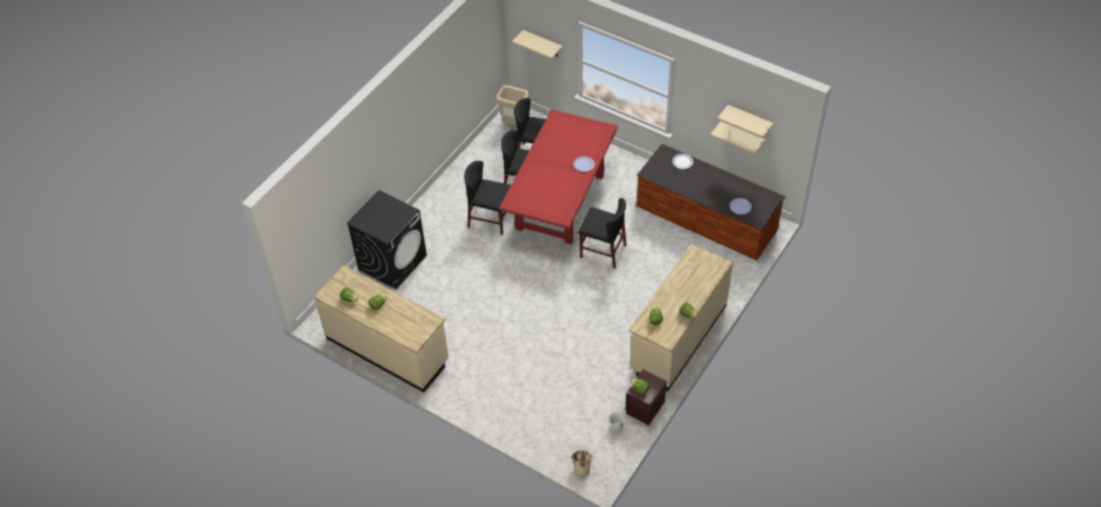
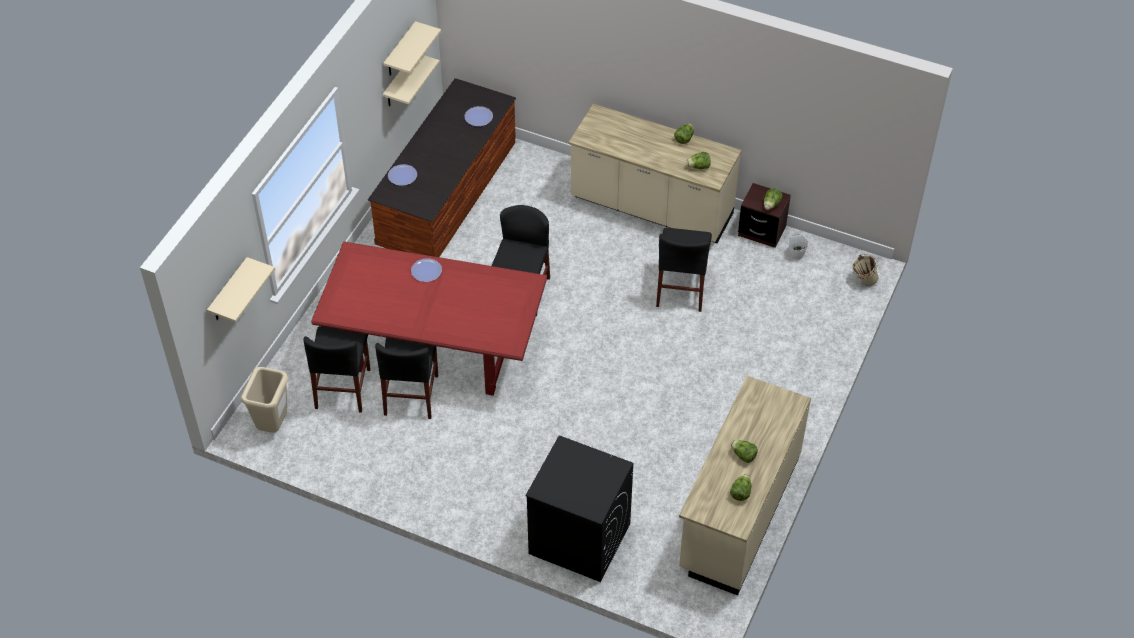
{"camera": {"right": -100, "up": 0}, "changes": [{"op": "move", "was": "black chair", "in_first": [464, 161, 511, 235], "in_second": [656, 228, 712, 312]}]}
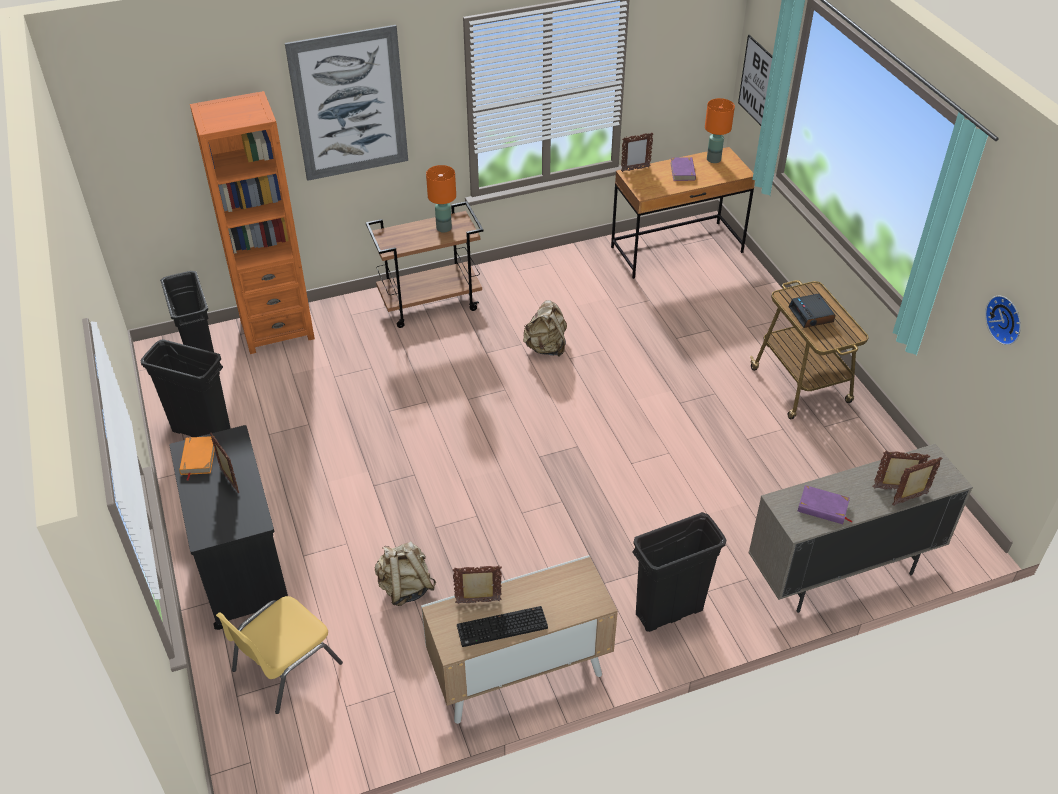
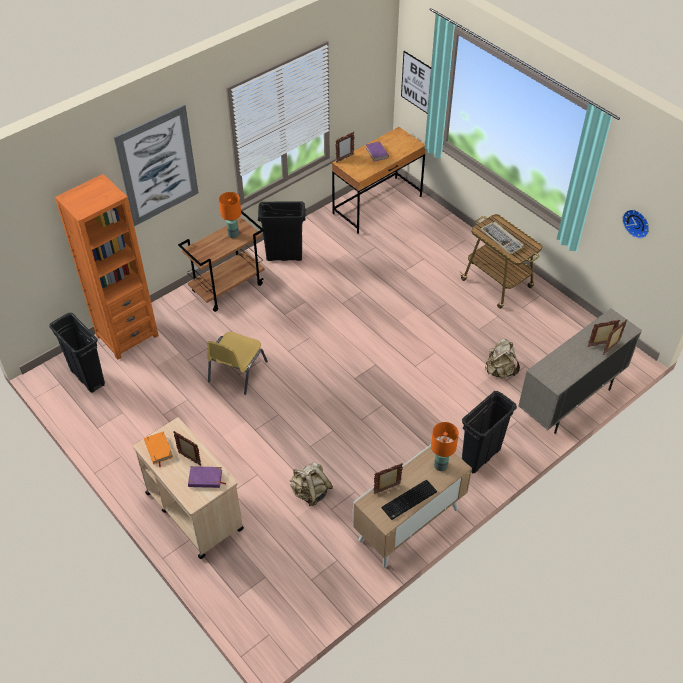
{"camera": {"right": -20, "up": 5}, "changes": [{"op": "move", "was": "black trash can", "in_first": [140, 339, 231, 437], "in_second": [258, 202, 306, 261]}, {"op": "recolor", "was": "black cart", "now": "beige cart", "in_first": [170, 425, 288, 630], "in_second": [133, 417, 244, 559]}, {"op": "move", "was": "yellow chair", "in_first": [216, 596, 343, 714], "in_second": [207, 332, 268, 395]}, {"op": "move", "was": "beige backpack", "in_first": [523, 300, 567, 356], "in_second": [485, 338, 520, 378]}, {"op": "move", "was": "orange table lamp", "in_first": [705, 98, 735, 163], "in_second": [431, 422, 459, 471]}, {"op": "replace", "was": "alarm clock", "now": "keyboard", "in_first": [789, 294, 836, 328], "in_second": [480, 221, 524, 255]}, {"op": "move", "was": "purple book", "in_first": [798, 485, 852, 524], "in_second": [188, 466, 226, 488]}]}
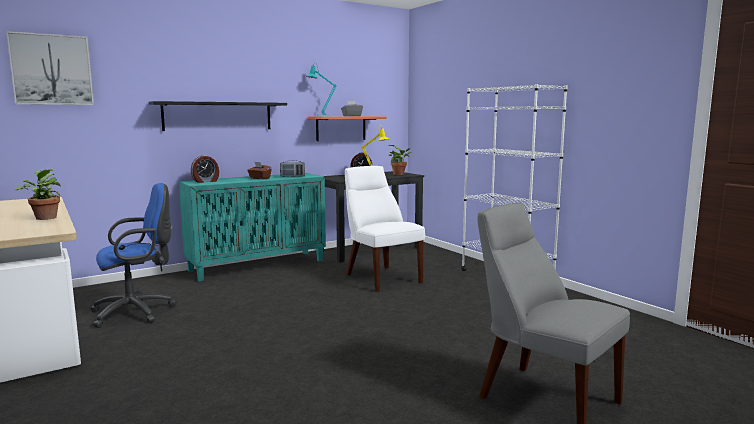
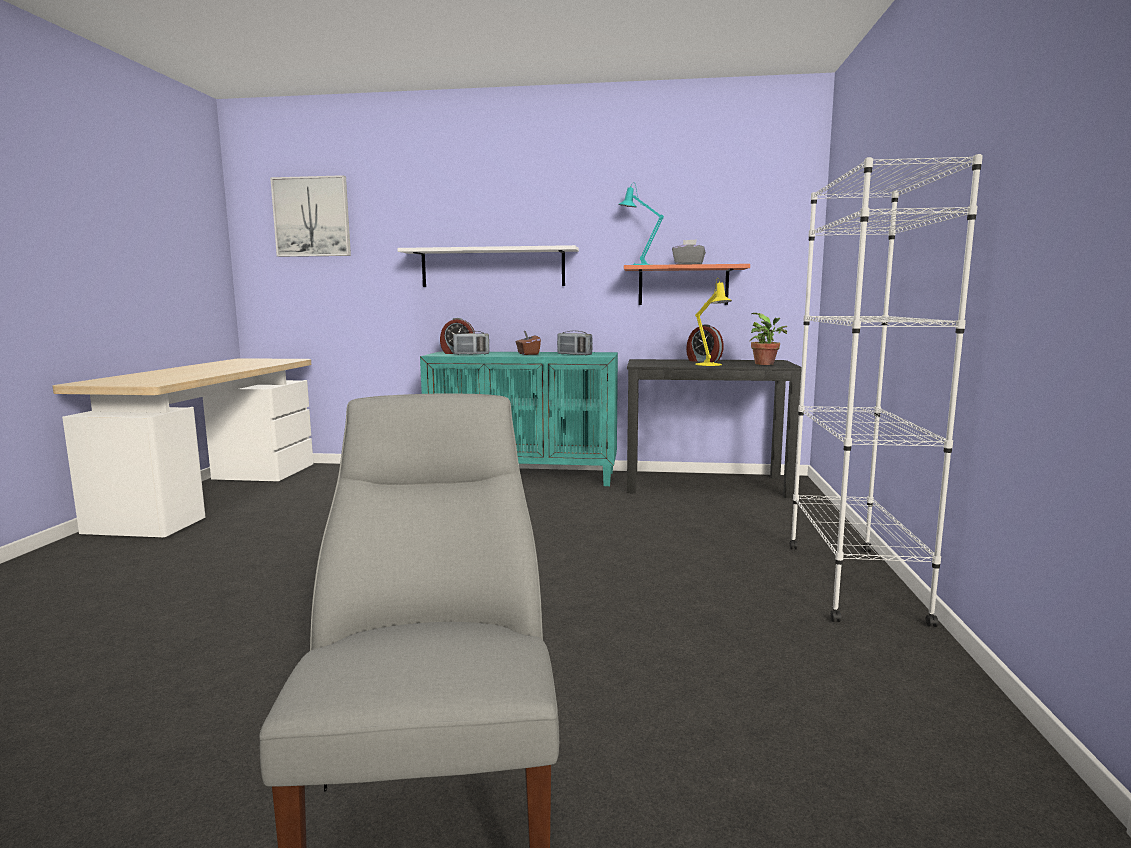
{"camera": {"right": 40, "up": 0}, "changes": [{"op": "delete", "was": "potted plant", "in_first": [15, 168, 61, 220]}, {"op": "delete", "was": "blue office chair", "in_first": [90, 183, 176, 328]}, {"op": "recolor", "was": "black shelf", "now": "white shelf", "in_first": [149, 101, 287, 131], "in_second": [397, 245, 579, 287]}, {"op": "delete", "was": "white chair", "in_first": [345, 166, 425, 292]}, {"op": "insert", "now": "radio", "in_second": [453, 331, 489, 355]}]}
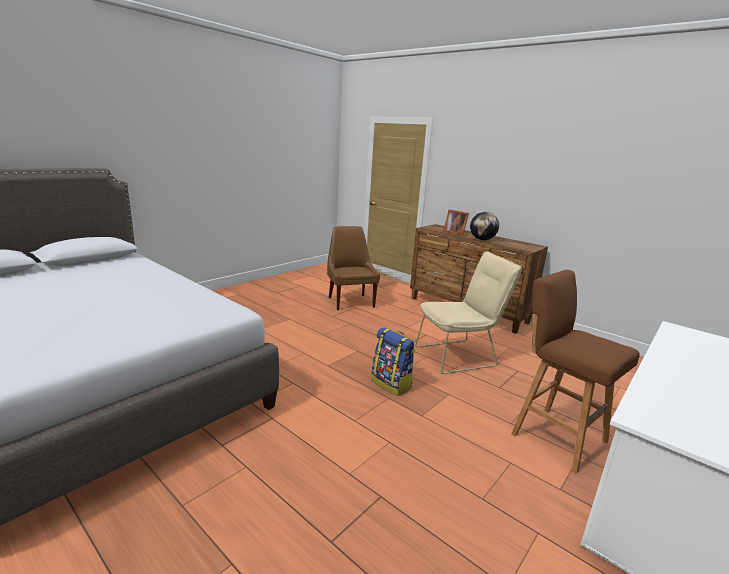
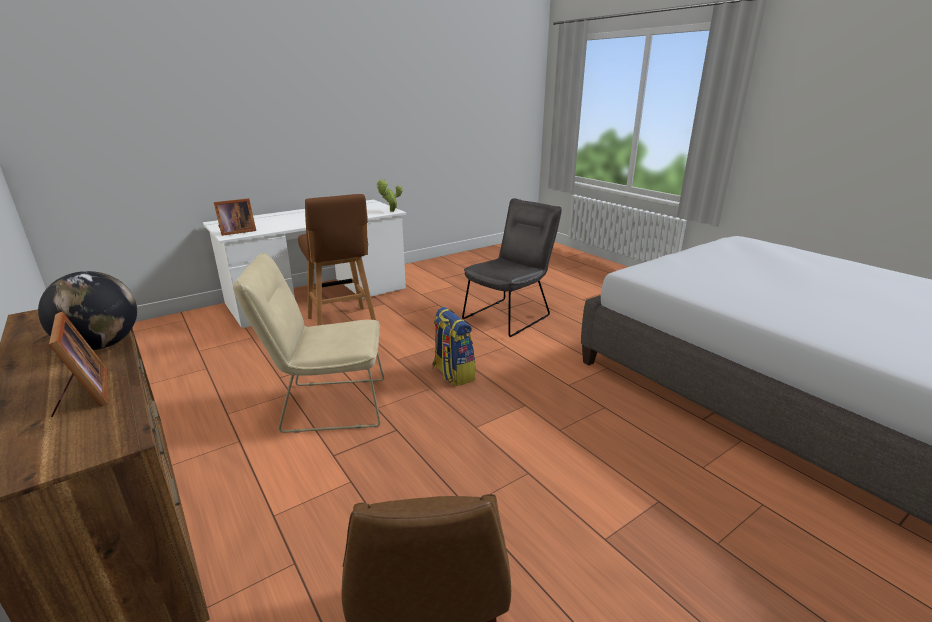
{"camera": {"right": -165, "up": 5}, "changes": [{"op": "insert", "now": "picture frame", "in_second": [214, 198, 256, 236]}, {"op": "insert", "now": "potted plant", "in_second": [377, 179, 403, 212]}, {"op": "insert", "now": "grey chair", "in_second": [462, 198, 562, 337]}]}
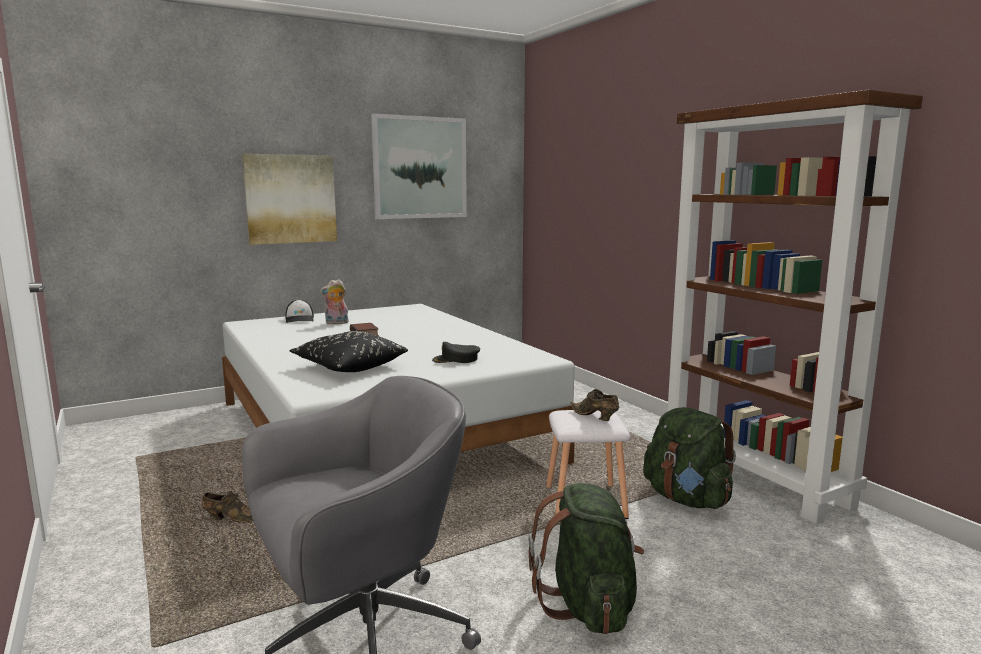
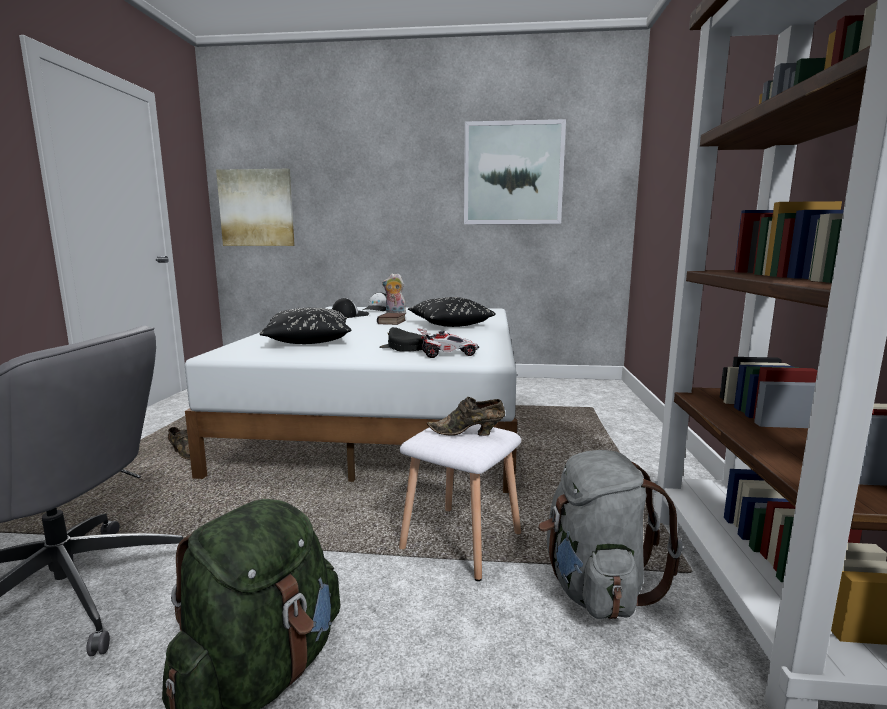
{"camera": {"right": 35, "up": 0}, "changes": [{"op": "move", "was": "picture", "in_first": [242, 154, 337, 245], "in_second": [216, 169, 295, 246]}, {"op": "rotate", "was": "brown shoe", "in_first": [570, 389, 619, 421], "in_second": [427, 397, 505, 436], "clockwise": -75}, {"op": "recolor", "was": "green backpack", "now": "grey backpack", "in_first": [643, 407, 736, 509], "in_second": [538, 450, 682, 620]}, {"op": "insert", "now": "cap", "in_second": [332, 298, 369, 318]}, {"op": "insert", "now": "black pillow", "in_second": [408, 297, 496, 327]}, {"op": "insert", "now": "toy car", "in_second": [417, 328, 479, 358]}]}
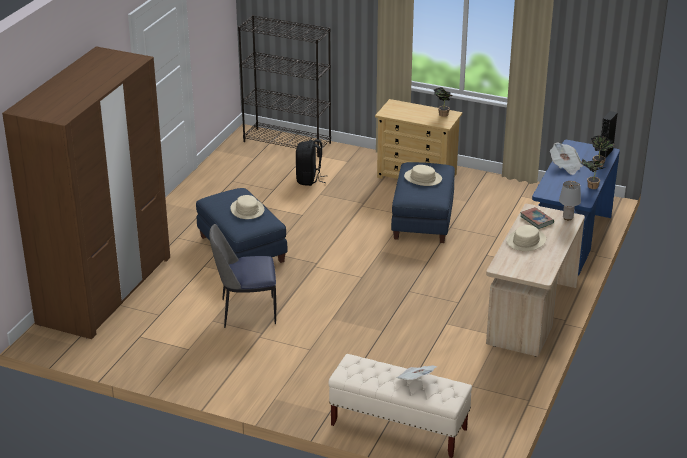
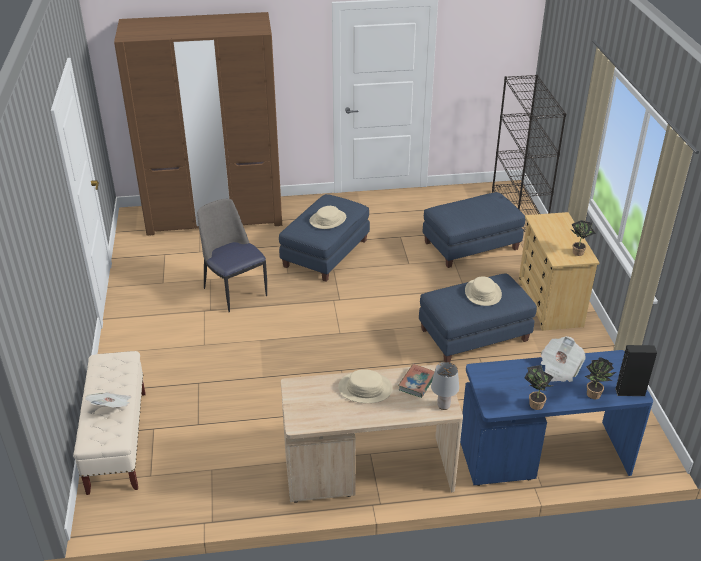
{"camera": {"right": 60, "up": 5}, "changes": [{"op": "replace", "was": "black backpack", "now": "blue ottoman", "in_first": [296, 139, 326, 186], "in_second": [423, 192, 525, 268]}]}
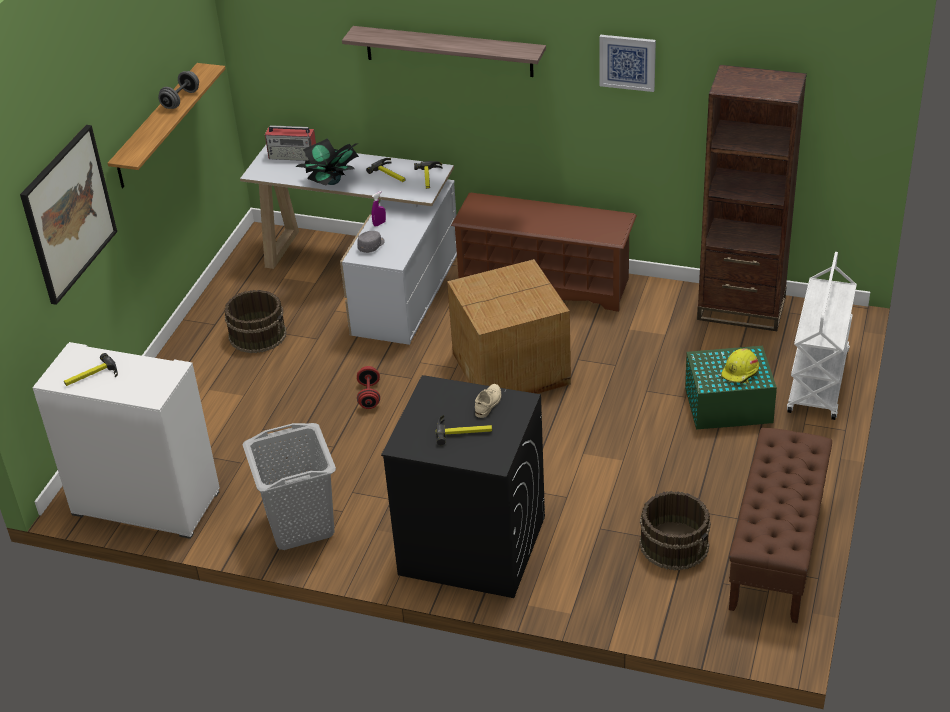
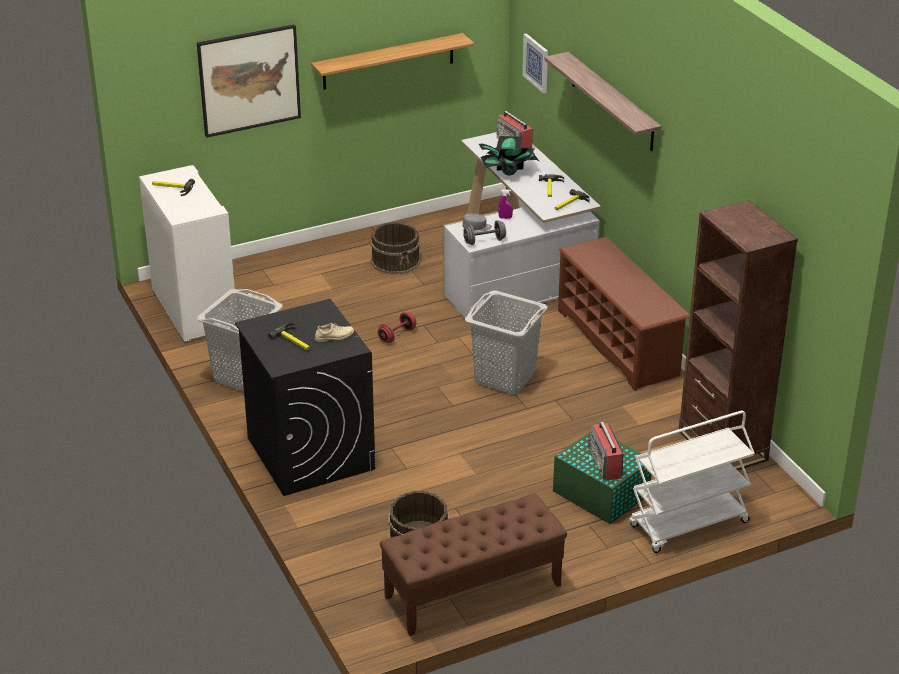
{"camera": {"right": 45, "up": -5}, "changes": [{"op": "move", "was": "grey dumbbell", "in_first": [158, 71, 199, 109], "in_second": [463, 220, 506, 245]}, {"op": "replace", "was": "cardboard box", "now": "grey laundry basket", "in_first": [447, 259, 571, 394], "in_second": [465, 290, 548, 395]}, {"op": "move", "was": "picture", "in_first": [600, 35, 656, 92], "in_second": [522, 33, 548, 94]}, {"op": "replace", "was": "yellow hard hat", "now": "radio", "in_first": [721, 348, 759, 384], "in_second": [588, 422, 624, 481]}]}
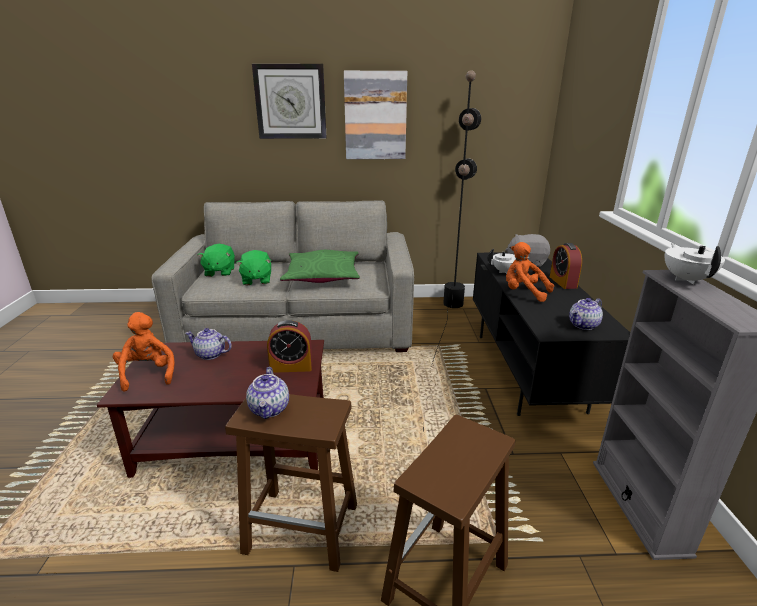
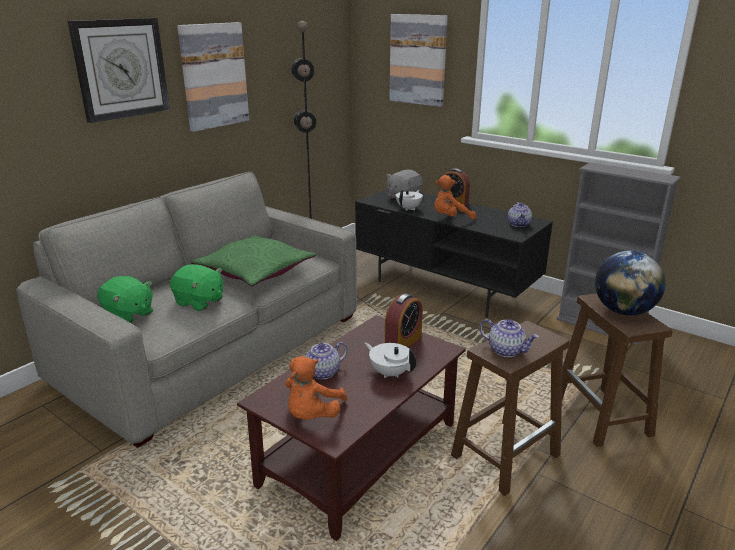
{"camera": {"right": -50, "up": 0}, "changes": [{"op": "rotate", "was": "orange plush toy", "in_first": [113, 312, 175, 392], "in_second": [285, 356, 347, 420], "clockwise": -90}, {"op": "move", "was": "white teapot", "in_first": [665, 243, 725, 285], "in_second": [365, 342, 416, 378]}, {"op": "insert", "now": "picture", "in_second": [389, 14, 448, 107]}, {"op": "insert", "now": "globe", "in_second": [595, 251, 666, 315]}]}
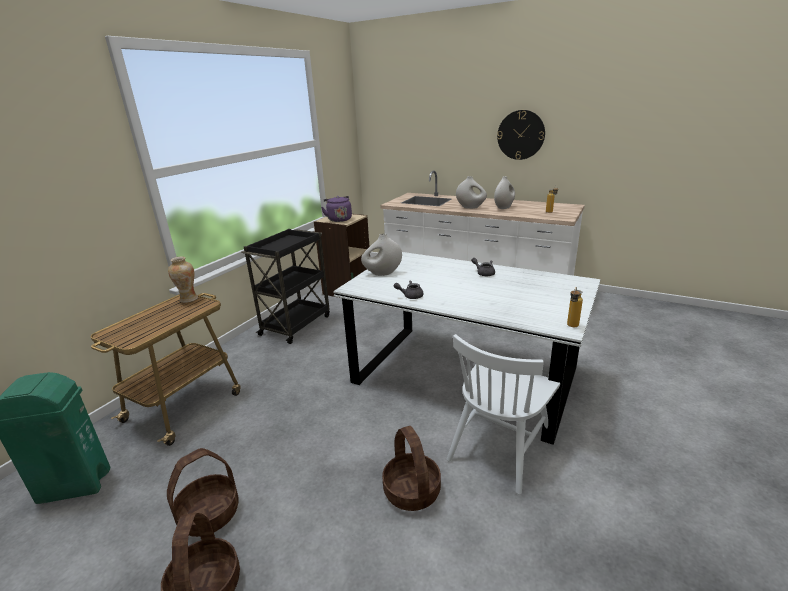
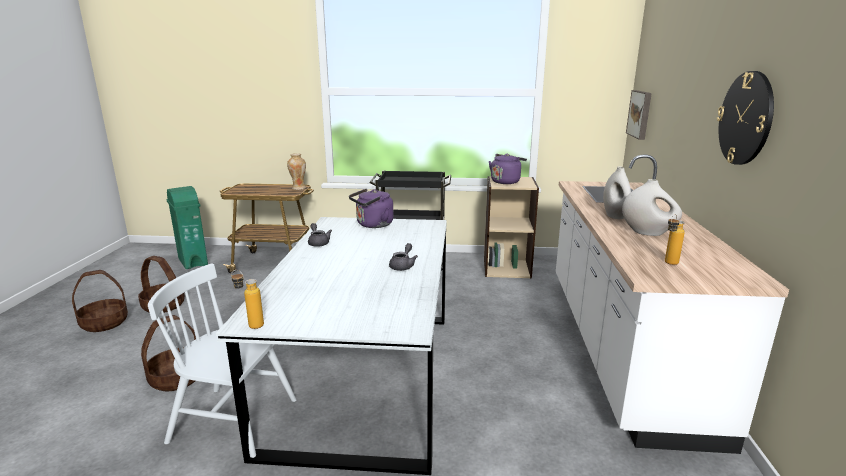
{"camera": {"right": 65, "up": -5}, "changes": [{"op": "replace", "was": "white vase", "now": "purple kettle", "in_first": [361, 234, 402, 276], "in_second": [349, 188, 394, 228]}, {"op": "insert", "now": "picture", "in_second": [626, 90, 652, 140]}]}
